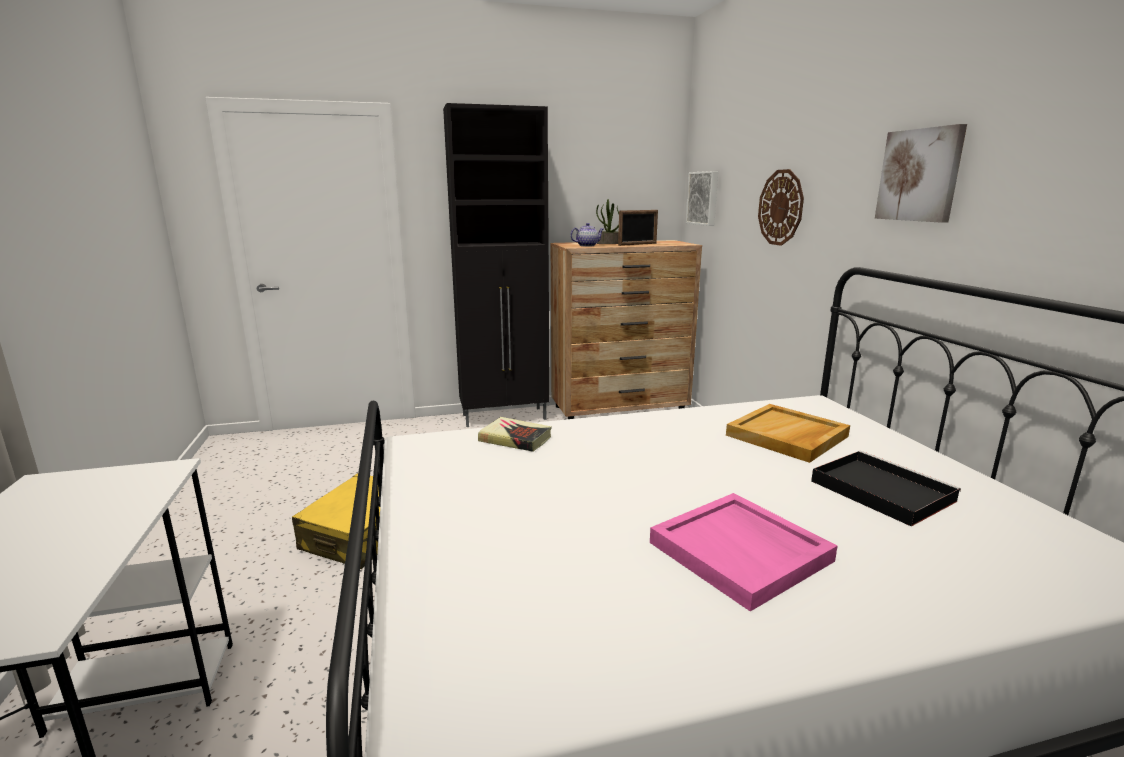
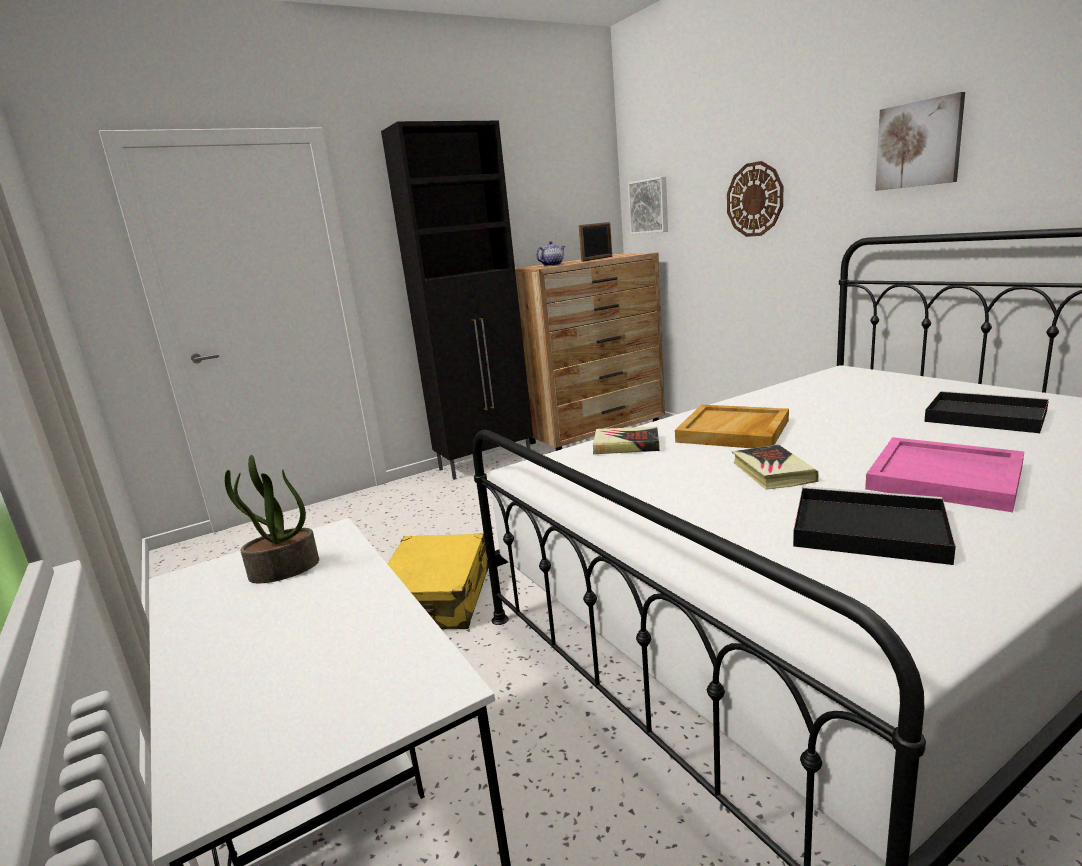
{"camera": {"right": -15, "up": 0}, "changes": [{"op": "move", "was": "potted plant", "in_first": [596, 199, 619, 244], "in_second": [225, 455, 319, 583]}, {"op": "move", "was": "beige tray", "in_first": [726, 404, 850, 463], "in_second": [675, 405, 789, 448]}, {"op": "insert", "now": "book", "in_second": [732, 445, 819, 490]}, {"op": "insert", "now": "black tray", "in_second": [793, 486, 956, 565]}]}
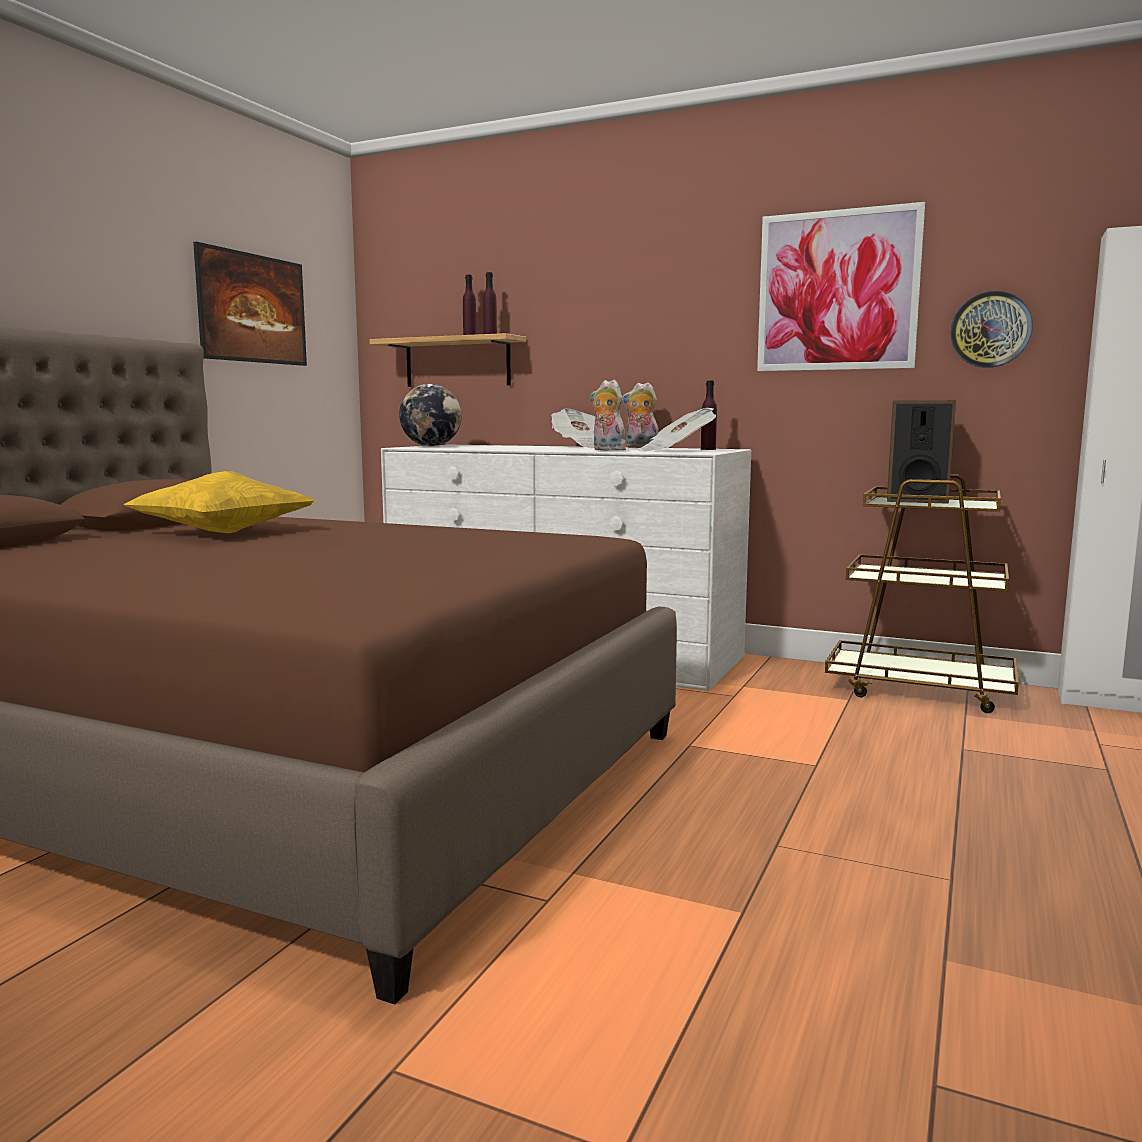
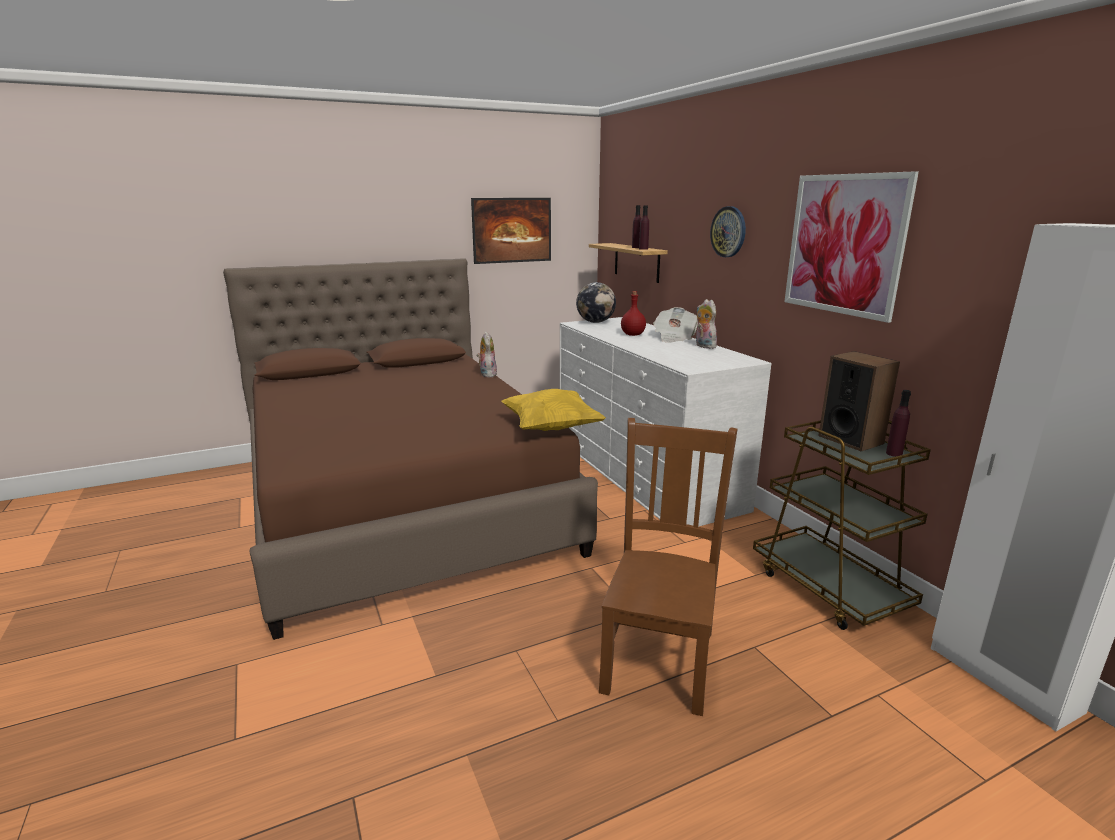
{"camera": {"right": 40, "up": 10}, "changes": [{"op": "move", "was": "yellow pillow", "in_first": [123, 471, 315, 533], "in_second": [501, 389, 606, 431]}, {"op": "move", "was": "plush toy", "in_first": [590, 380, 626, 451], "in_second": [476, 332, 497, 377]}, {"op": "delete", "was": "newspaper", "in_first": [638, 408, 716, 452]}, {"op": "move", "was": "purple bottle", "in_first": [701, 381, 717, 450], "in_second": [886, 390, 911, 457]}, {"op": "move", "was": "wall clock", "in_first": [950, 291, 1033, 368], "in_second": [710, 206, 746, 257]}, {"op": "insert", "now": "brown chair", "in_second": [599, 418, 738, 716]}, {"op": "insert", "now": "red bottle", "in_second": [621, 291, 646, 336]}]}
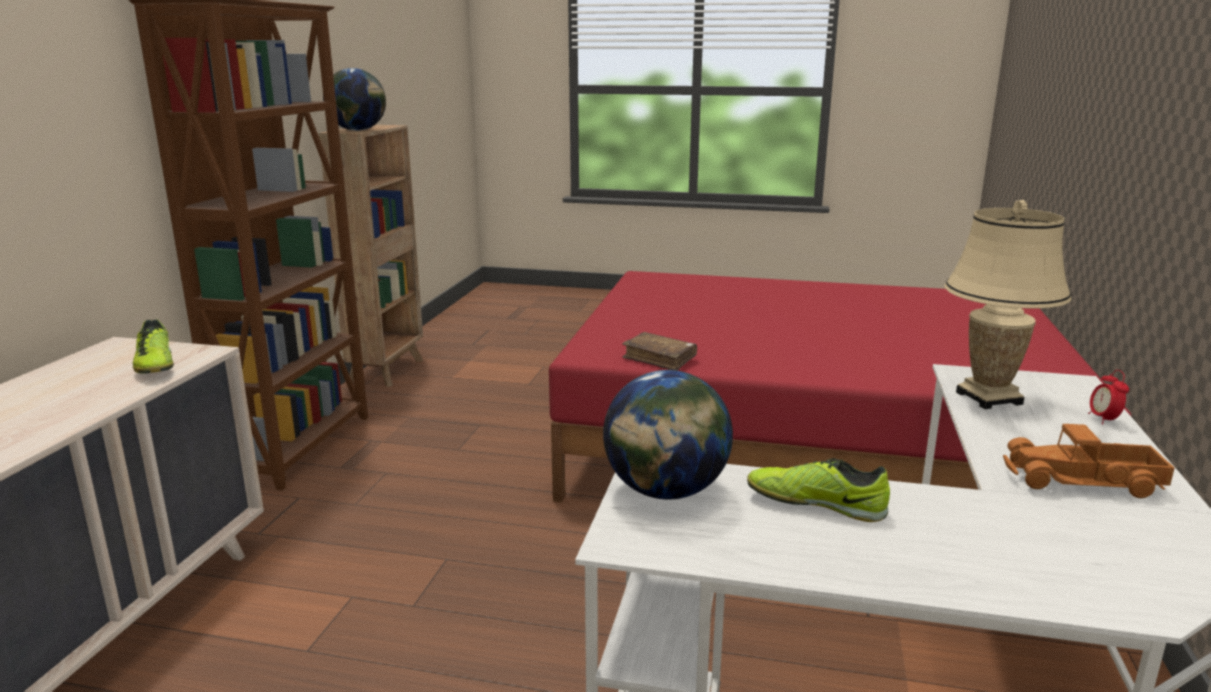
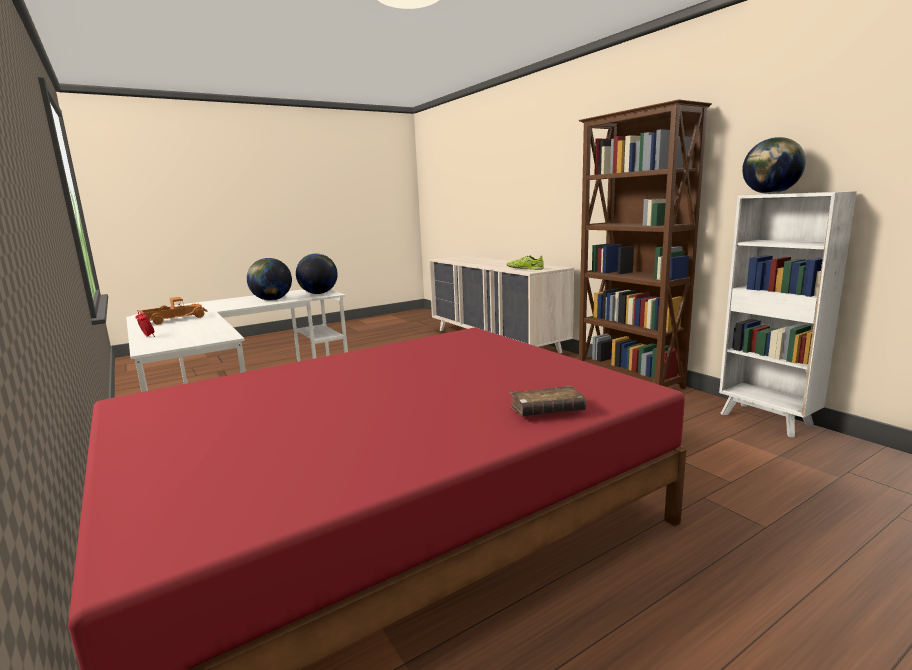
{"camera": {"right": 135, "up": -5}, "changes": [{"op": "recolor", "was": "brown bookcase", "now": "white bookcase", "in_first": [318, 125, 423, 387], "in_second": [719, 191, 857, 437]}, {"op": "move", "was": "brown book", "in_first": [622, 332, 697, 371], "in_second": [509, 385, 586, 417]}, {"op": "replace", "was": "shoe", "now": "globe", "in_first": [747, 458, 890, 522], "in_second": [247, 258, 292, 301]}, {"op": "delete", "was": "beige table lamp", "in_first": [945, 200, 1072, 409]}]}
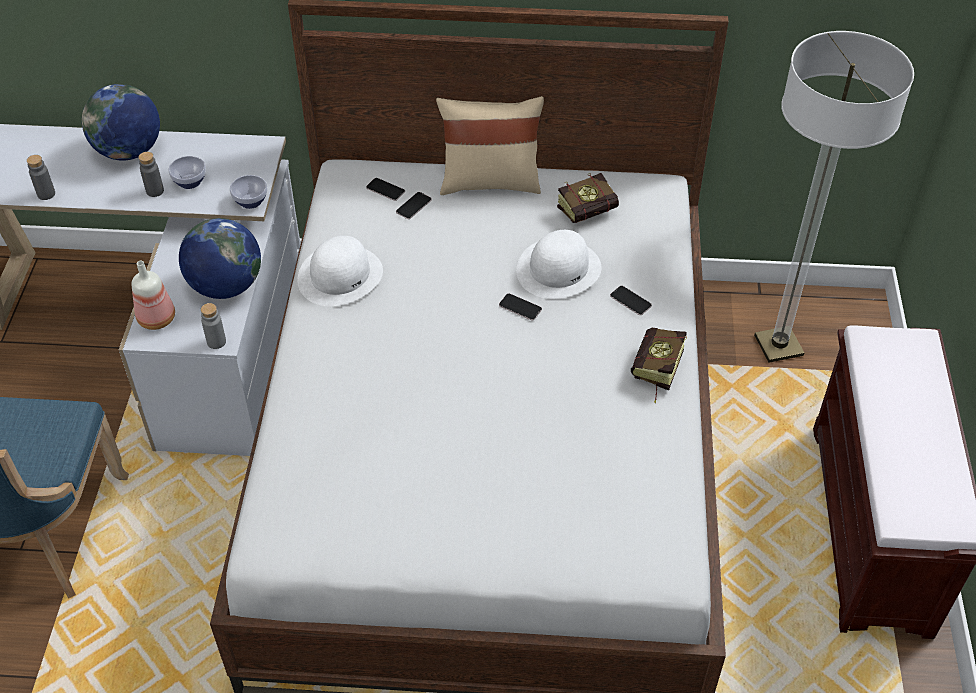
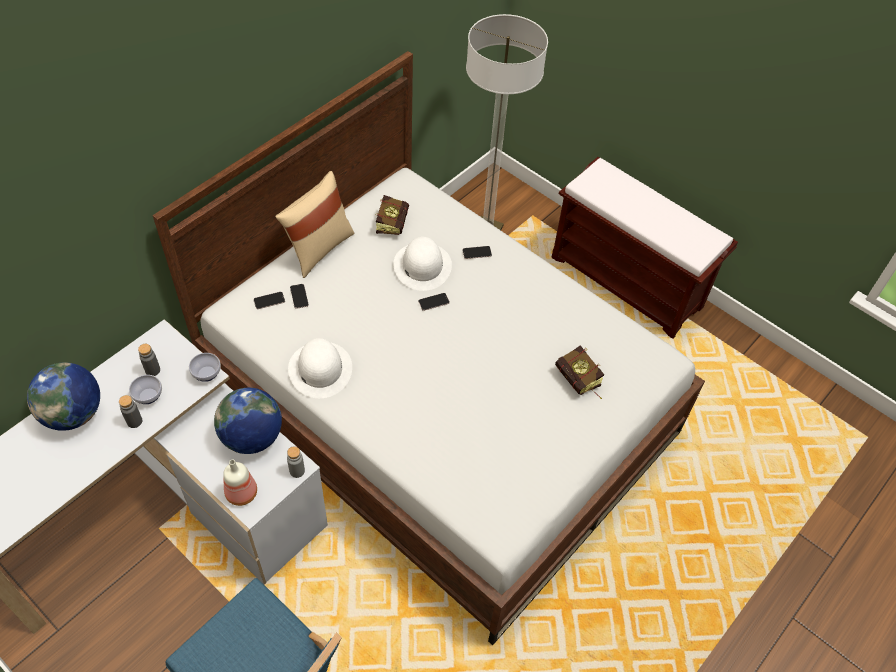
{"camera": {"right": -55, "up": 5}, "changes": [{"op": "move", "was": "grey bottle", "in_first": [27, 155, 55, 200], "in_second": [138, 344, 160, 376]}, {"op": "move", "was": "book", "in_first": [631, 328, 687, 403], "in_second": [555, 345, 604, 399]}]}
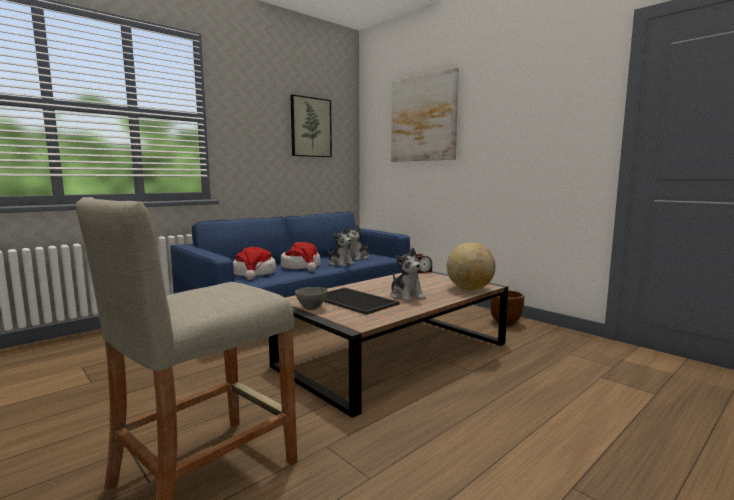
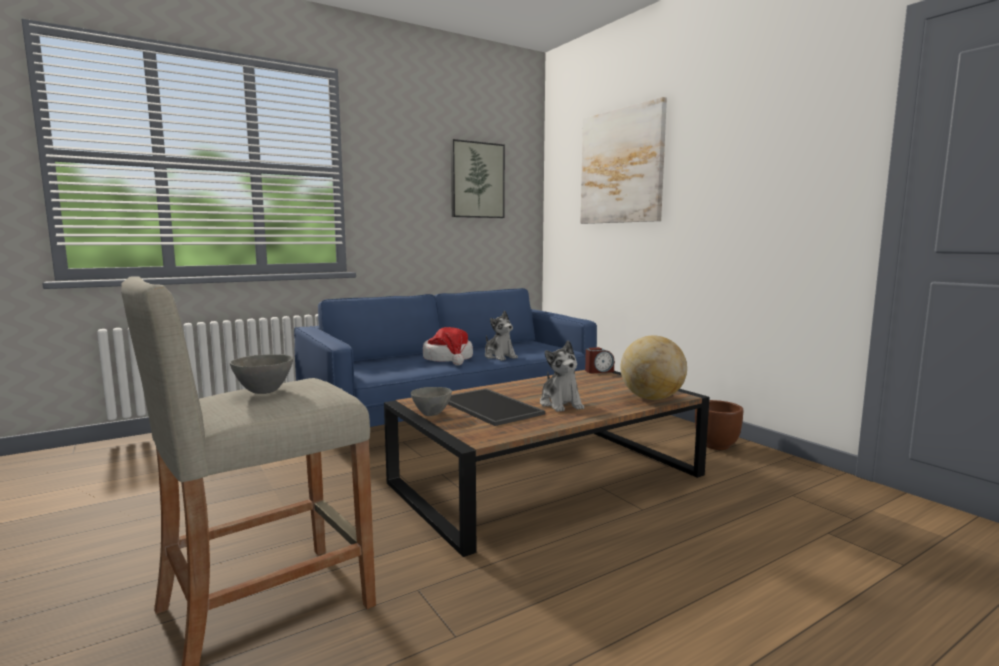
{"camera": {"right": 10, "up": 0}, "changes": [{"op": "delete", "was": "hat", "in_first": [233, 247, 276, 280]}, {"op": "delete", "was": "plush toy", "in_first": [347, 225, 369, 260]}, {"op": "insert", "now": "grey bowl", "in_second": [230, 354, 293, 394]}]}
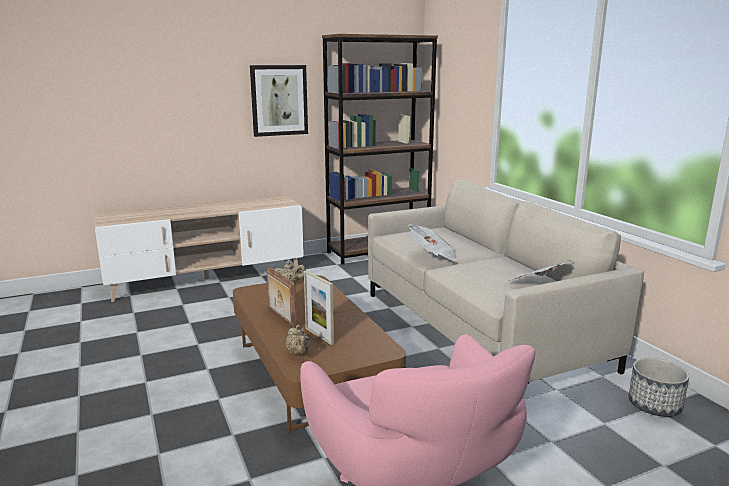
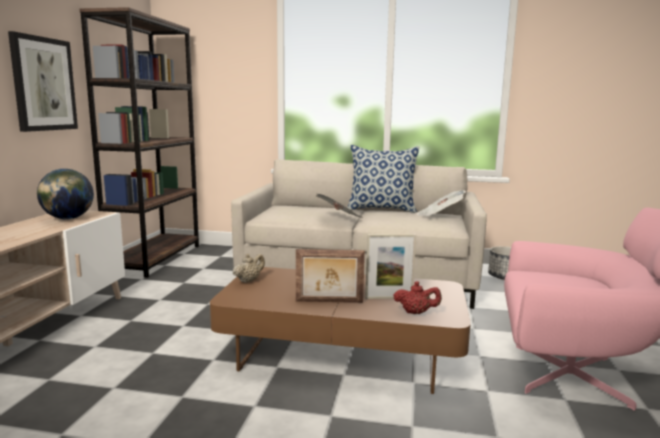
{"camera": {"right": -55, "up": -5}, "changes": [{"op": "recolor", "was": "beige teapot", "now": "red teapot", "in_first": [286, 325, 310, 356], "in_second": [394, 281, 442, 314]}, {"op": "insert", "now": "globe", "in_second": [37, 169, 94, 220]}, {"op": "insert", "now": "pillow", "in_second": [348, 145, 419, 213]}]}
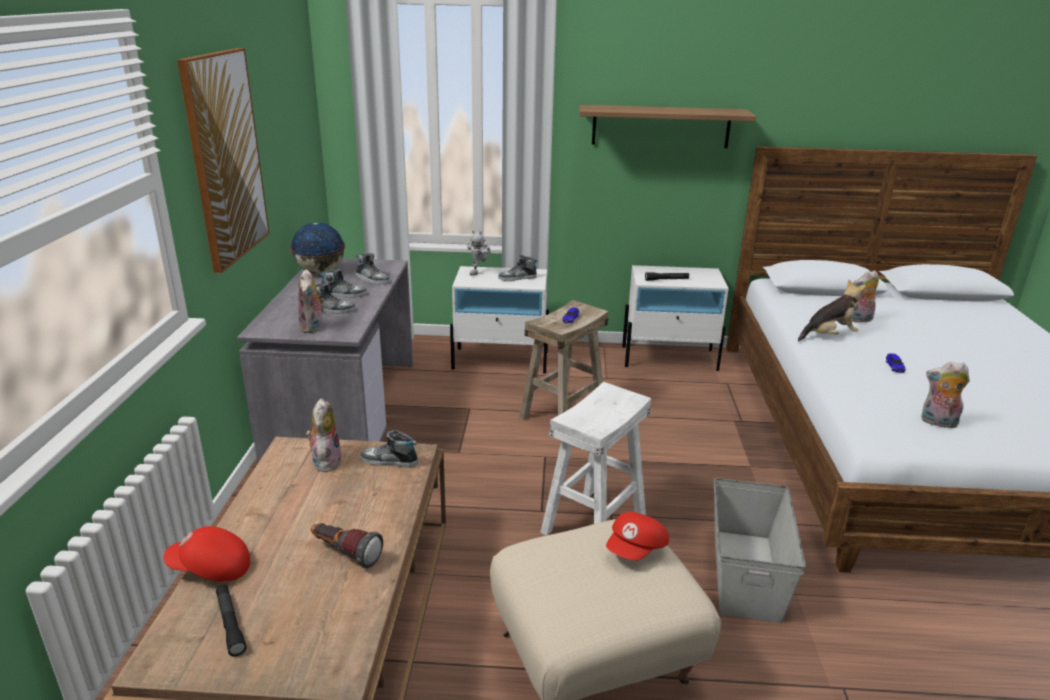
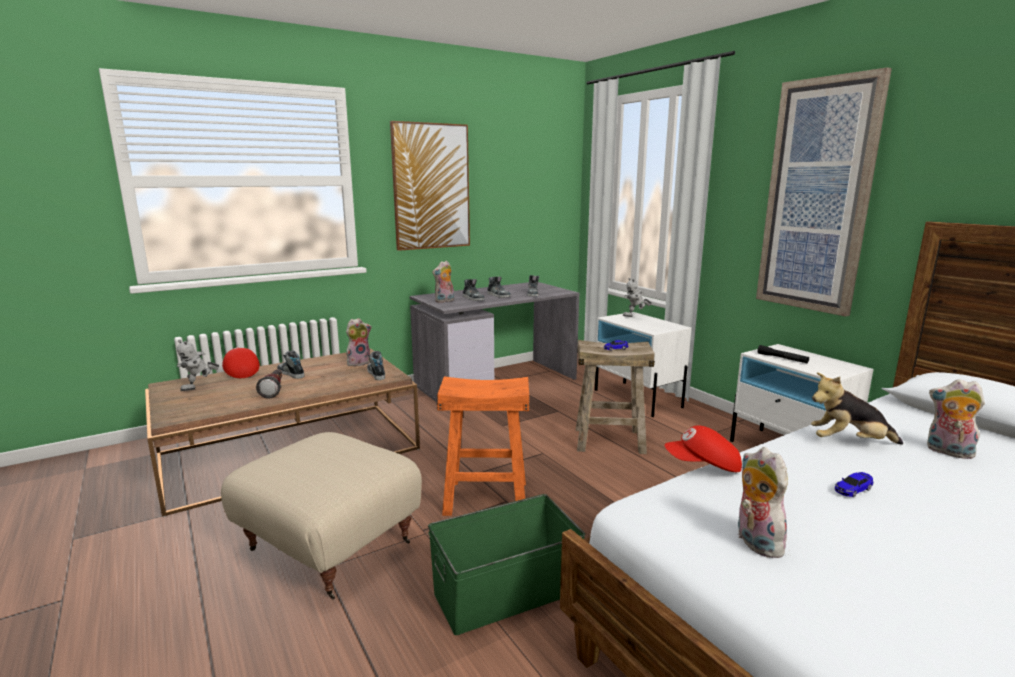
{"camera": {"right": 55, "up": -10}, "changes": [{"op": "replace", "was": "black flashlight", "now": "toy robot", "in_first": [216, 585, 247, 657], "in_second": [177, 340, 219, 391]}, {"op": "delete", "was": "globe", "in_first": [290, 222, 345, 274]}, {"op": "move", "was": "shoe", "in_first": [499, 255, 538, 281], "in_second": [277, 350, 304, 379]}, {"op": "recolor", "was": "white stool", "now": "orange stool", "in_first": [540, 382, 651, 536], "in_second": [437, 376, 530, 516]}, {"op": "replace", "was": "shelf", "now": "picture", "in_first": [579, 105, 756, 148], "in_second": [756, 67, 892, 317]}, {"op": "move", "was": "red cap", "in_first": [606, 512, 669, 560], "in_second": [665, 425, 742, 472]}, {"op": "recolor", "was": "grey storage box", "now": "green storage box", "in_first": [714, 478, 806, 623], "in_second": [428, 494, 585, 635]}, {"op": "rotate", "was": "plush toy", "in_first": [798, 280, 866, 341], "in_second": [811, 372, 903, 445], "clockwise": 150}]}
